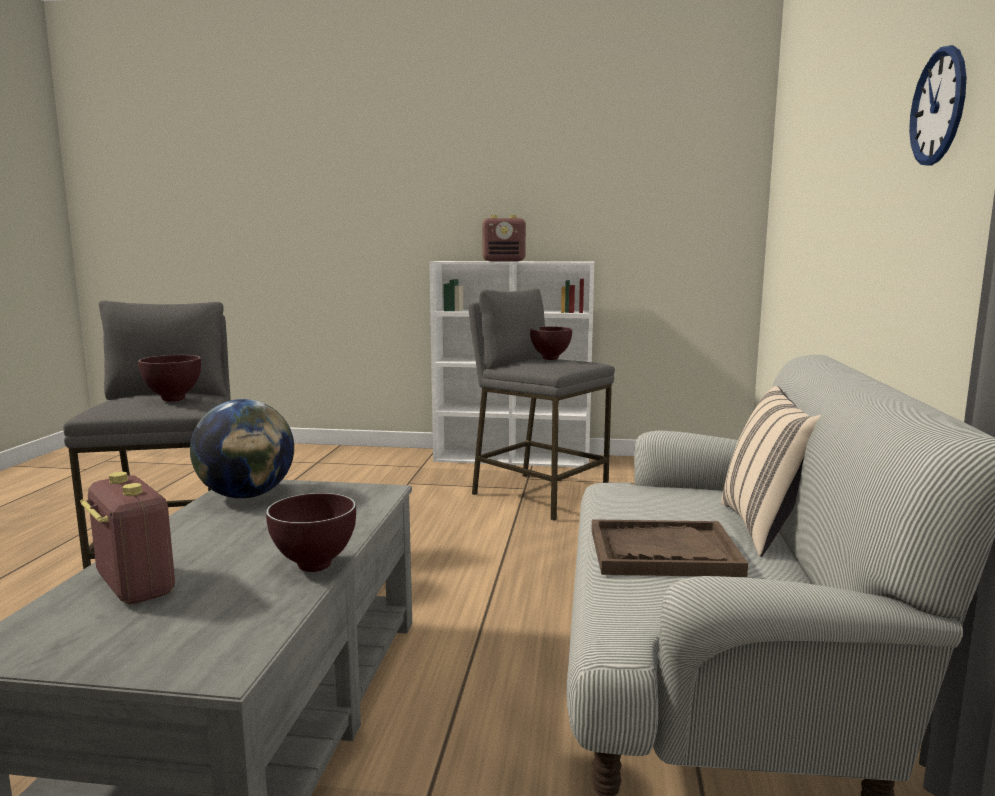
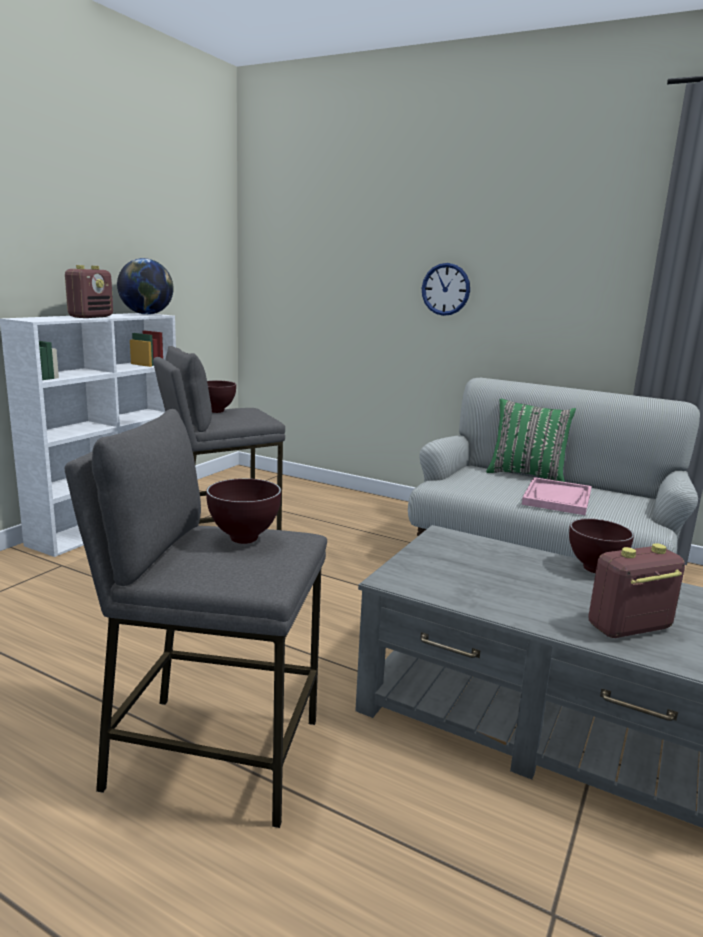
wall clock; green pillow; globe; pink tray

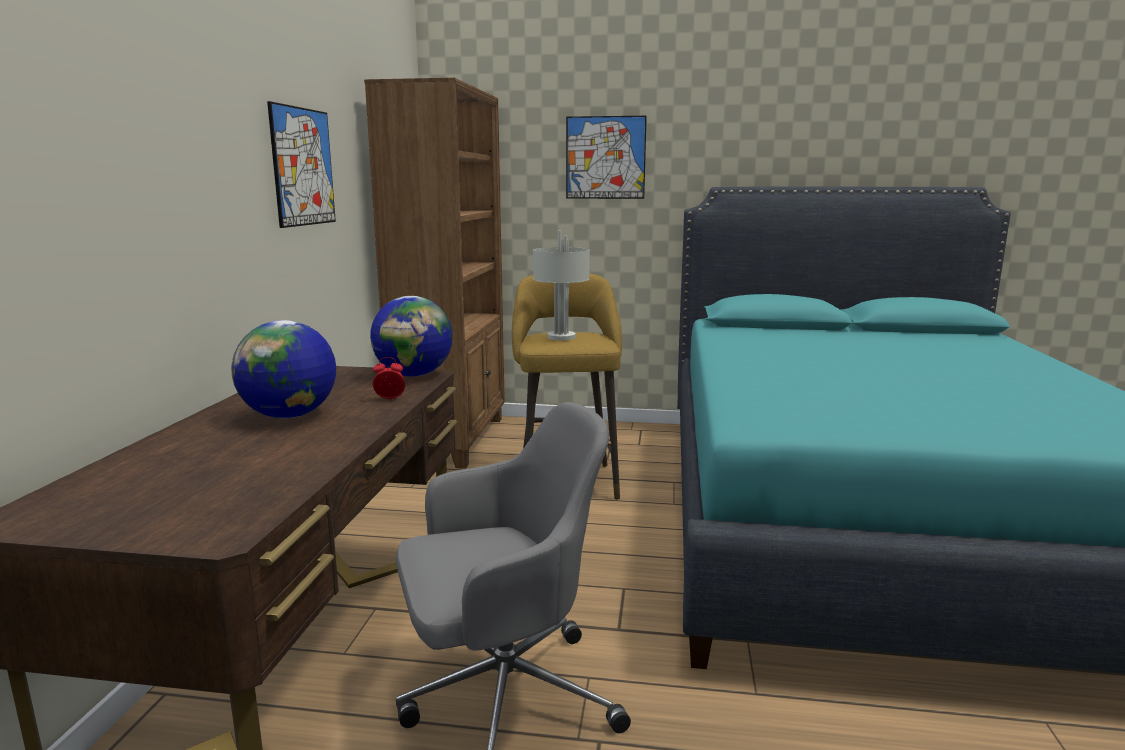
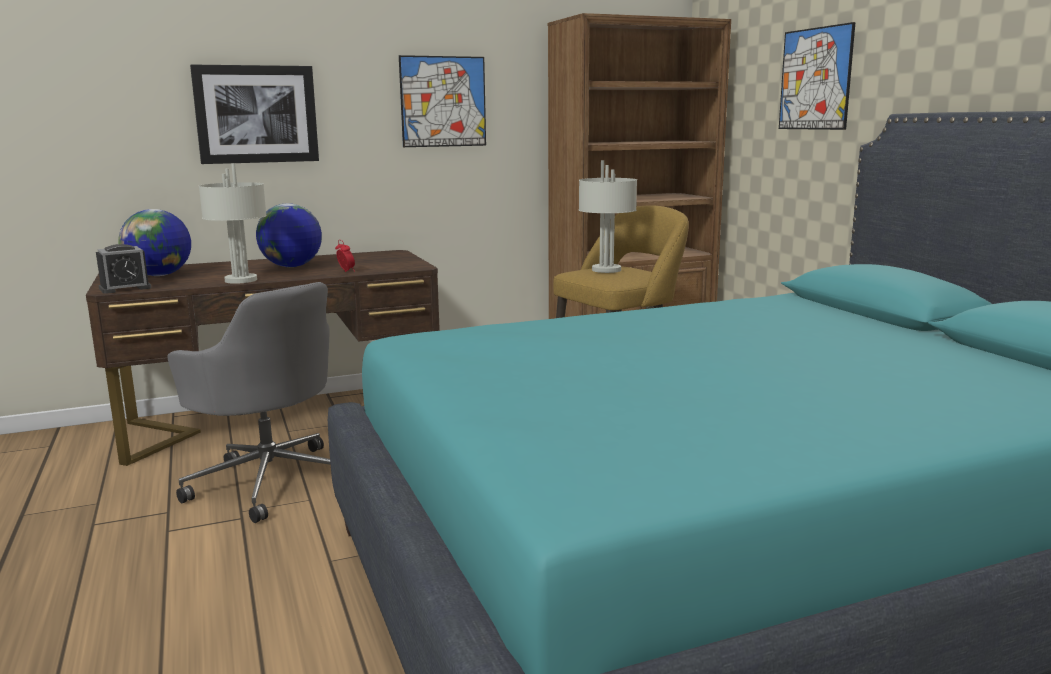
globe (1st from left); picture (1st from left); grey table lamp (1st from left); alarm clock (1st from left)

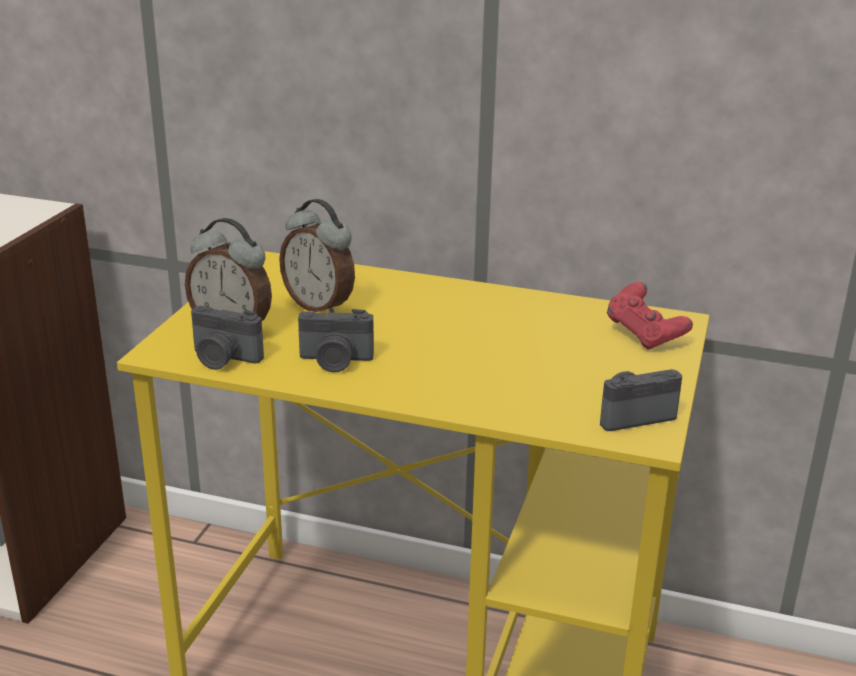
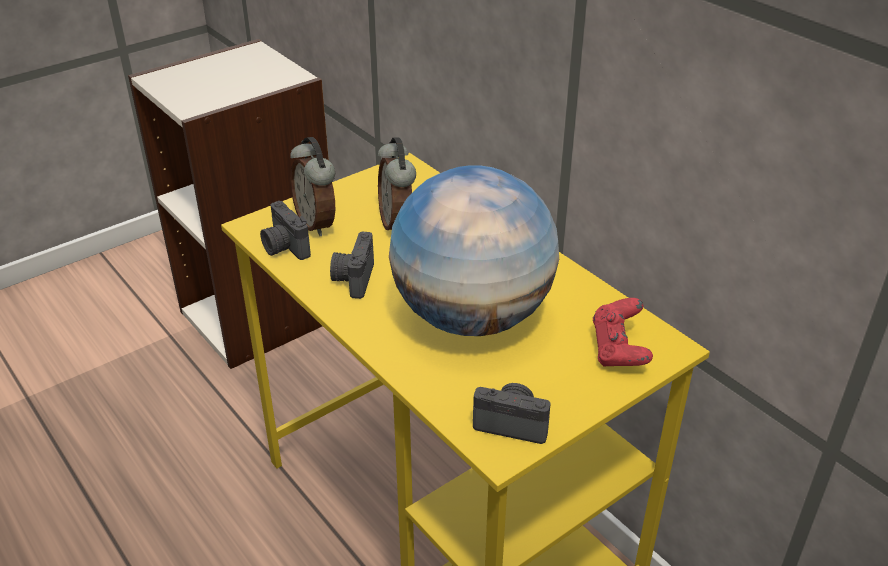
photo camera (2nd from left); globe

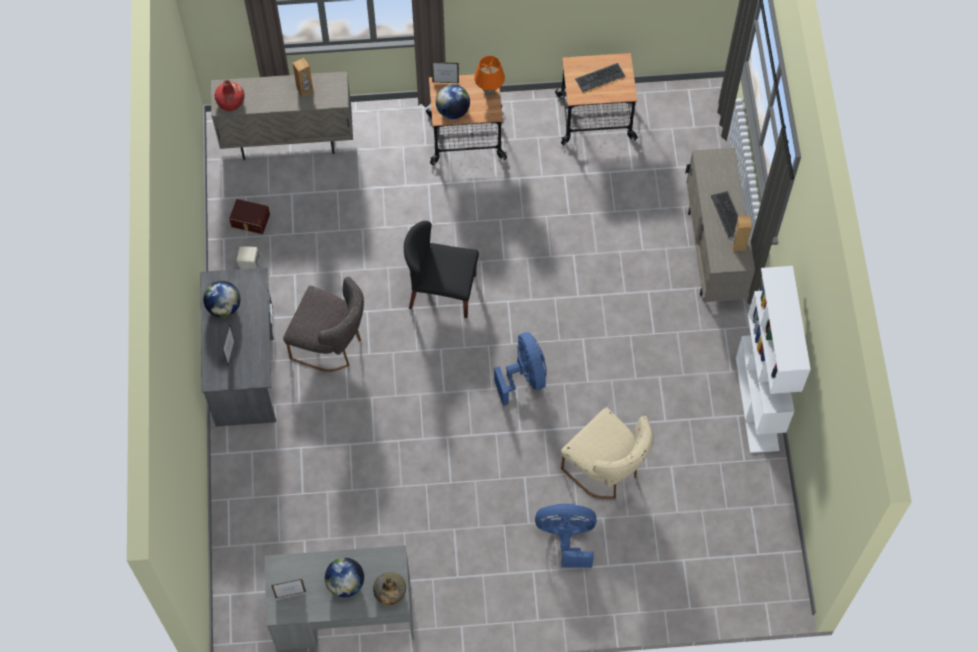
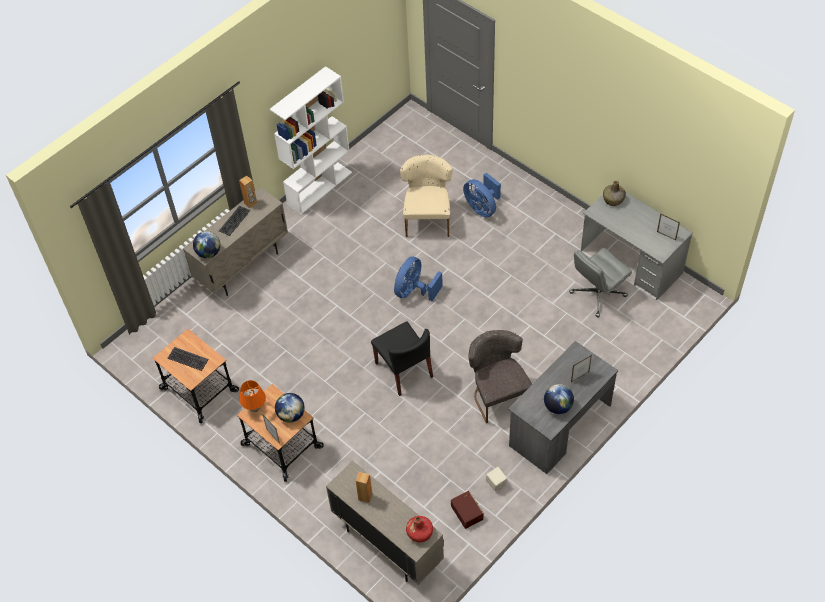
globe (1st from left); grey office chair

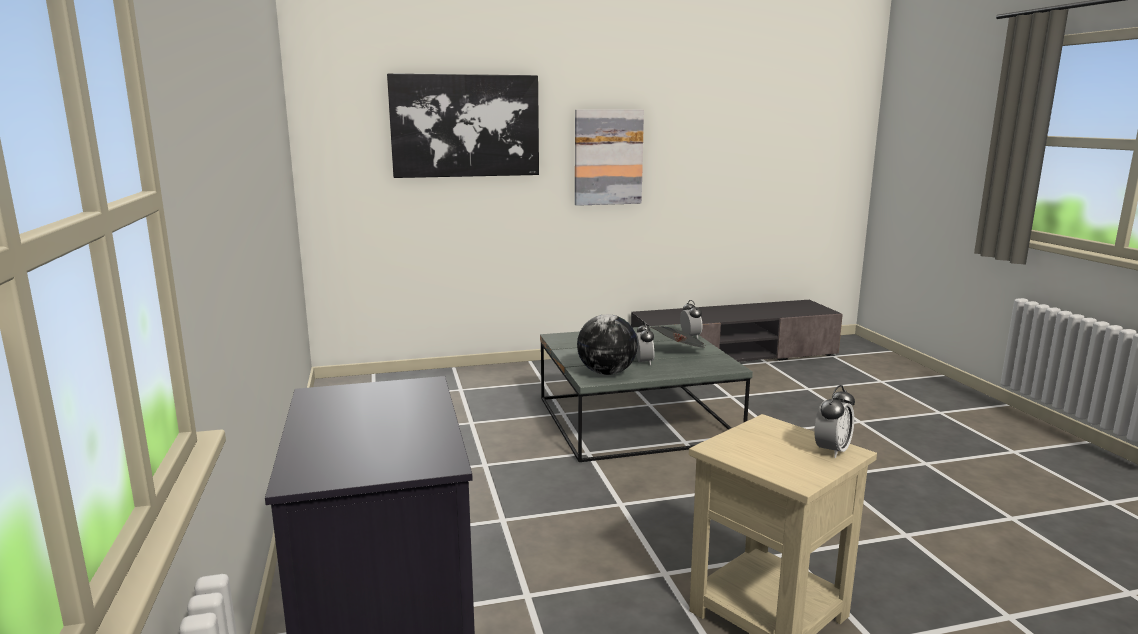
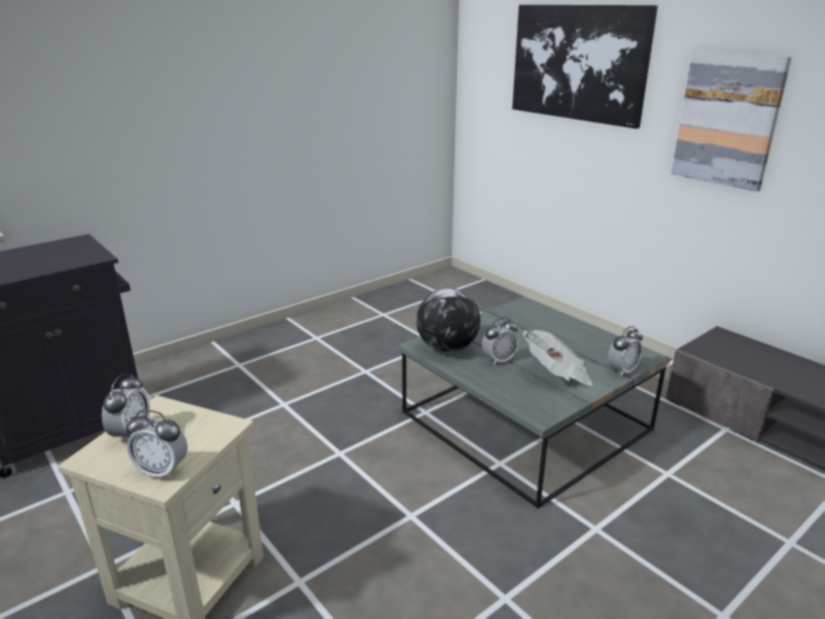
alarm clock (1st from left)

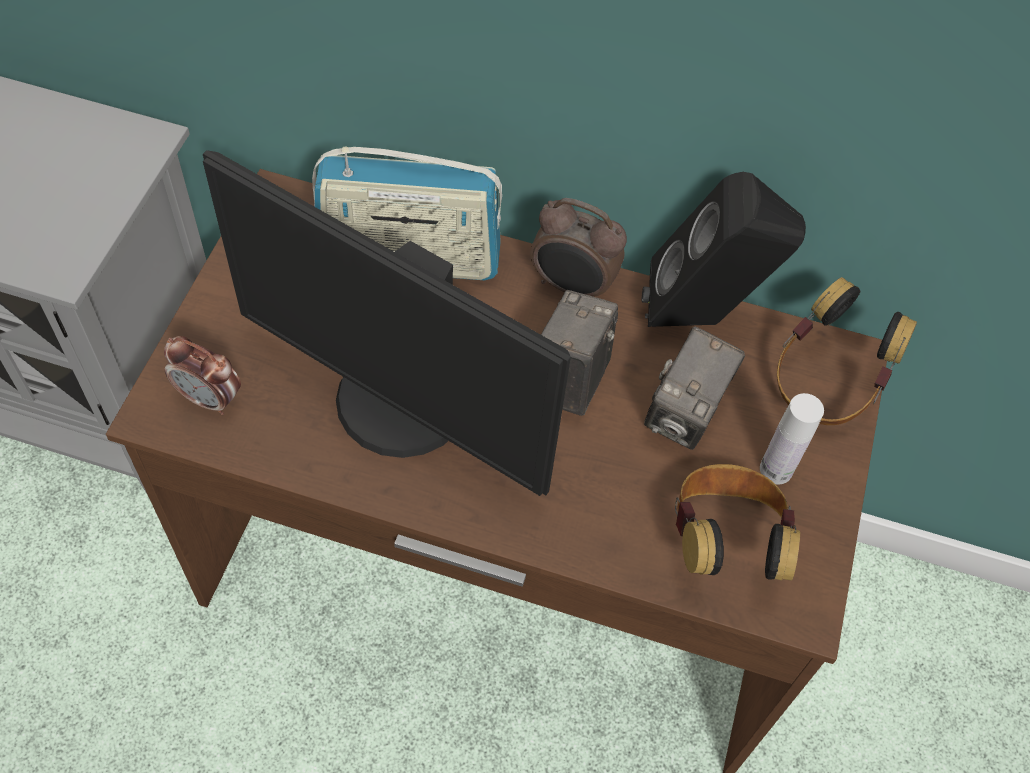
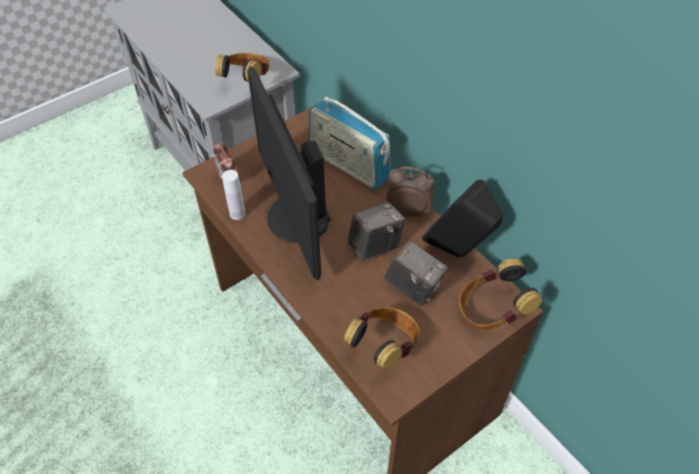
alarm clock (2nd from left); photo camera (2nd from left); white bottle; headphones (1st from left)

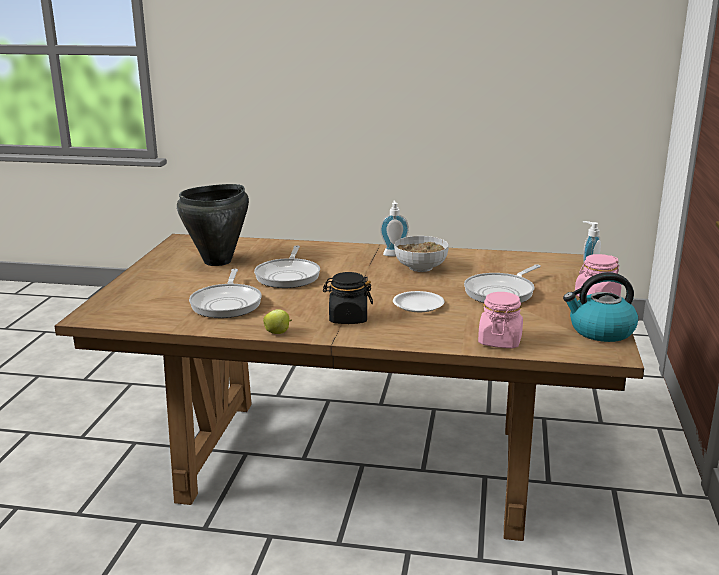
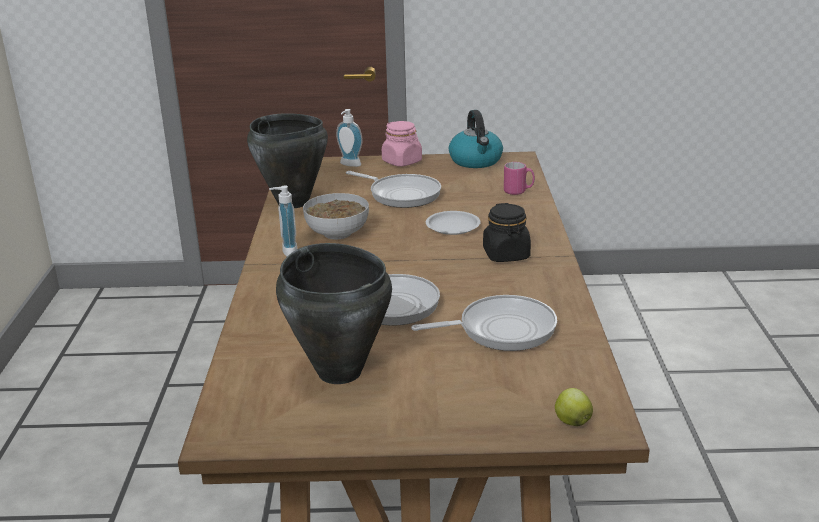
pink mug; apple; black cooking pot (1st from left)

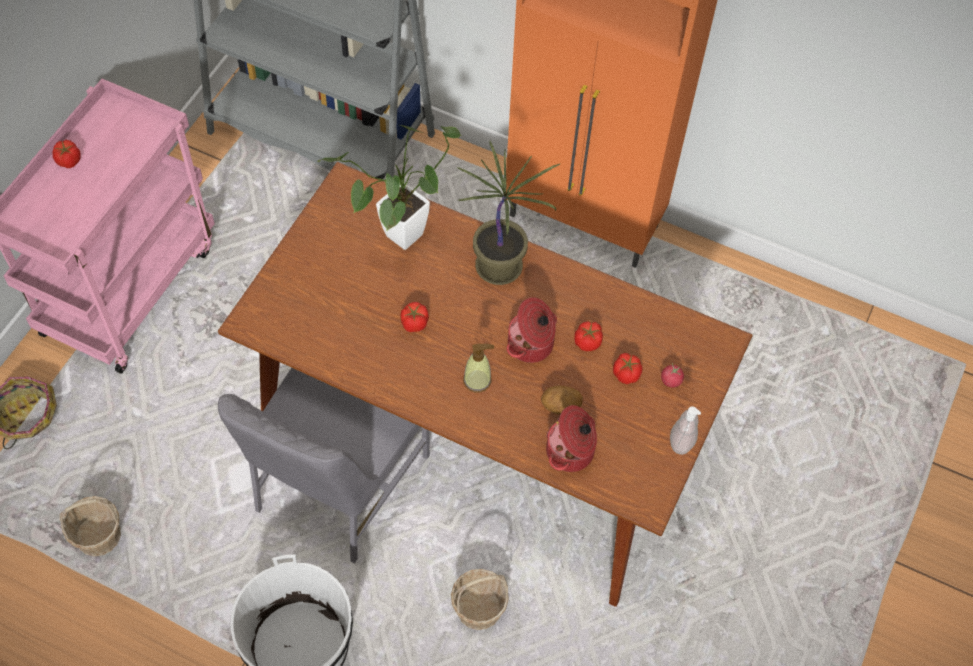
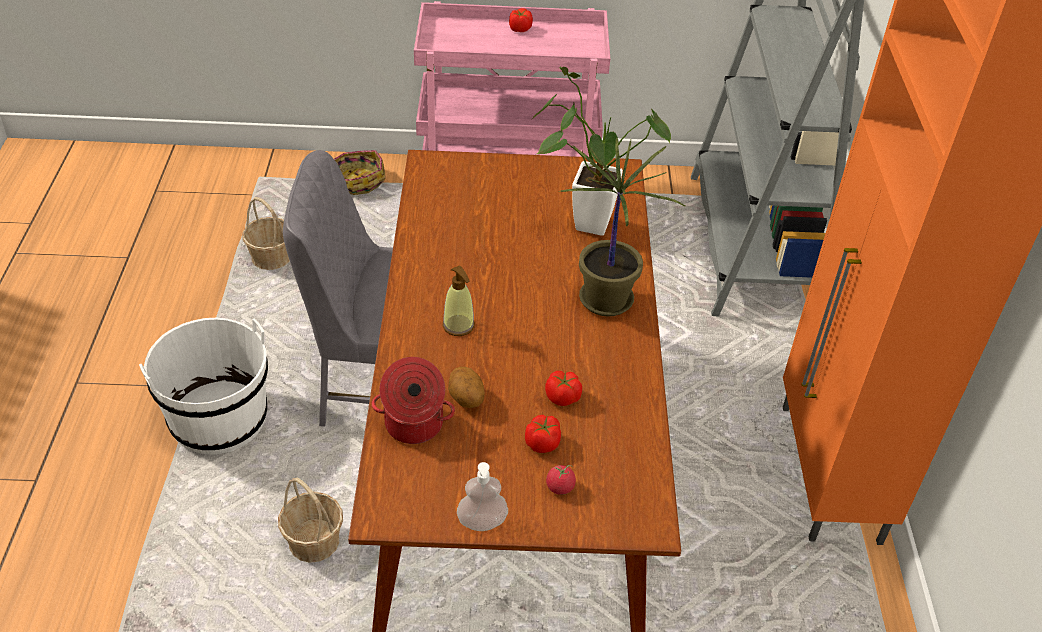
cooking pot (1st from left in the first image); tomato (2nd from left in the first image)

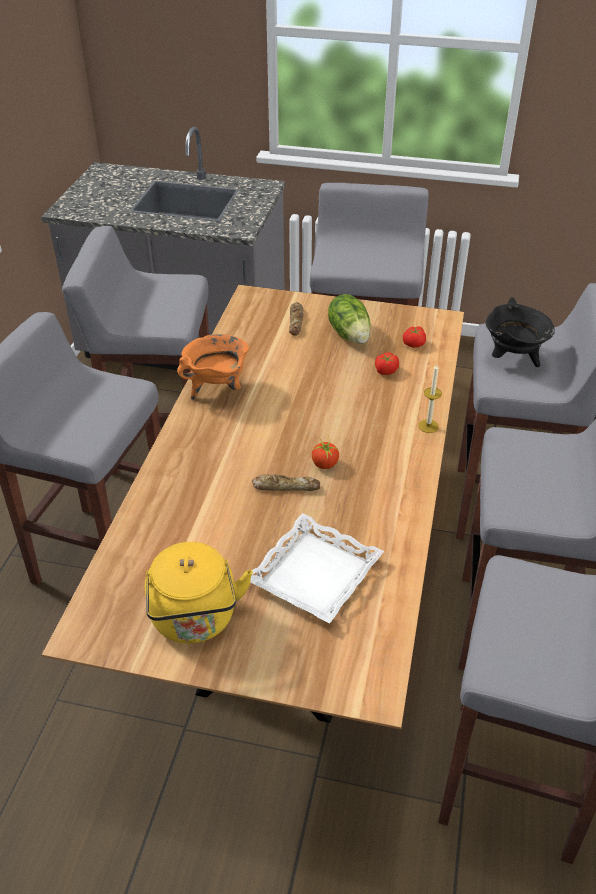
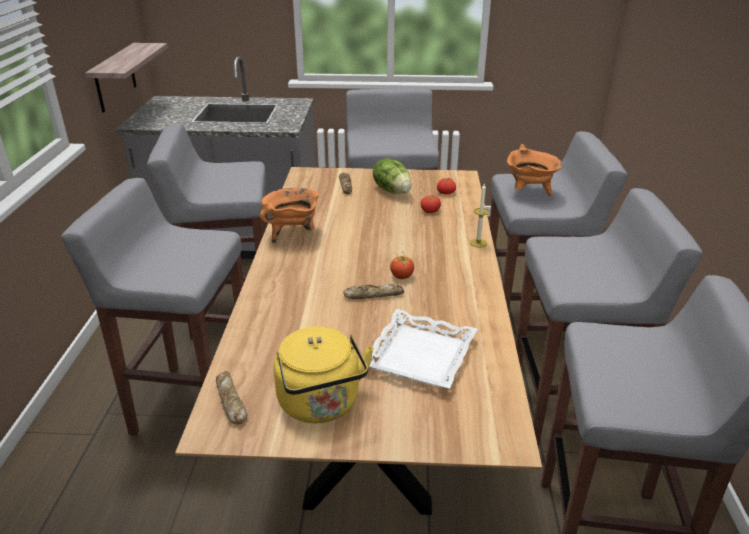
orange cooking pot (2nd from left); shelf; bread (1st from left)

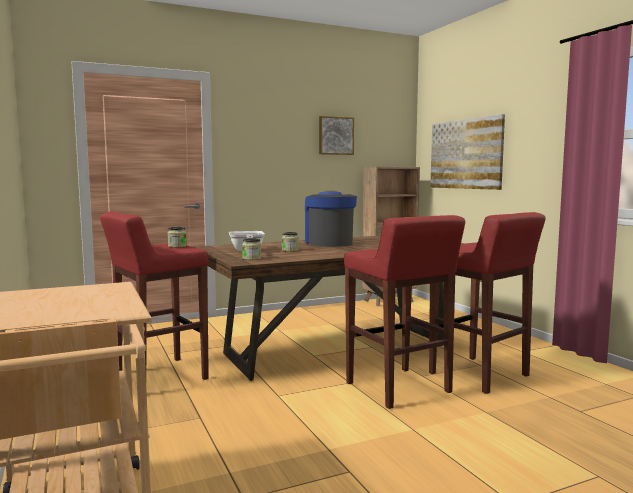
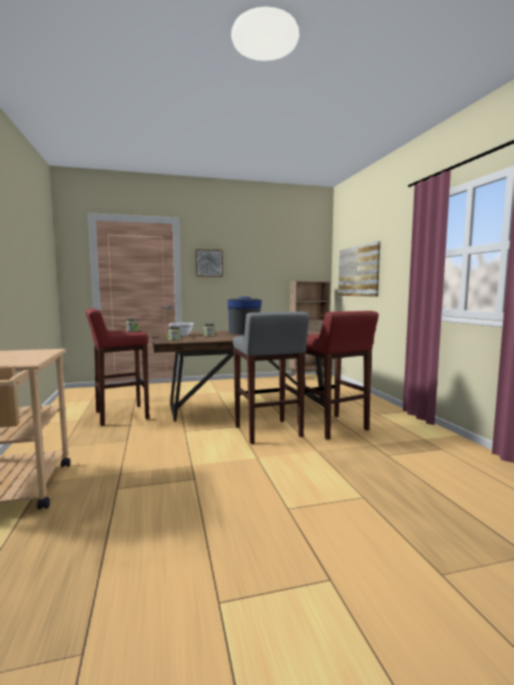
picture (1st from left); grey stool

